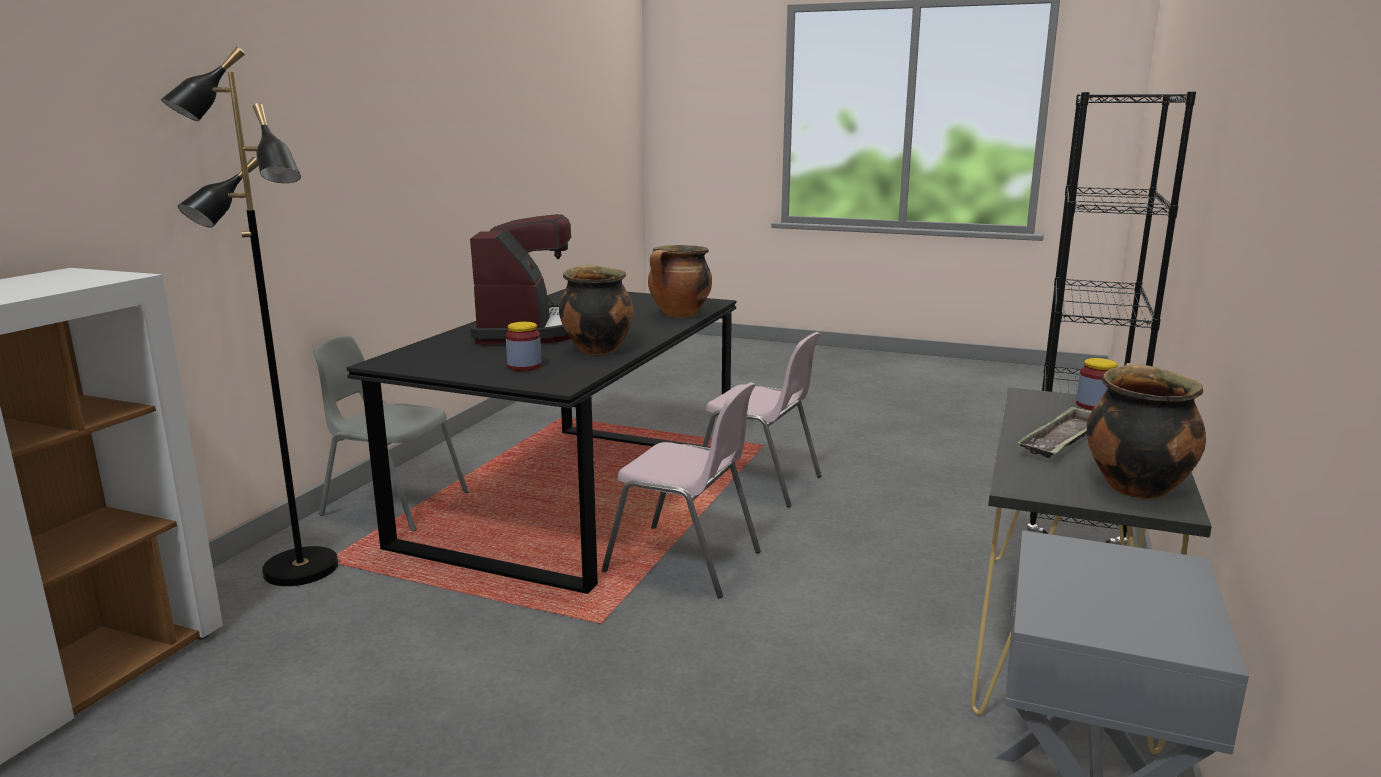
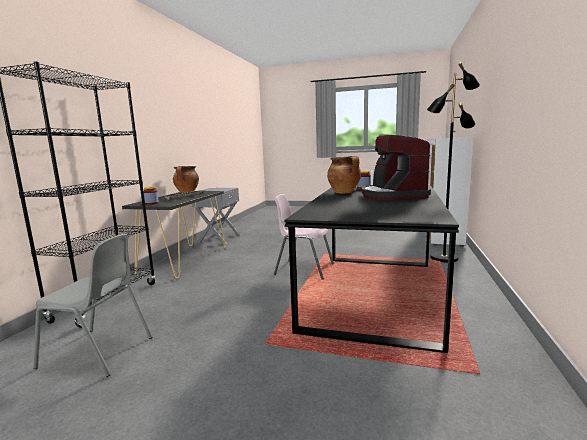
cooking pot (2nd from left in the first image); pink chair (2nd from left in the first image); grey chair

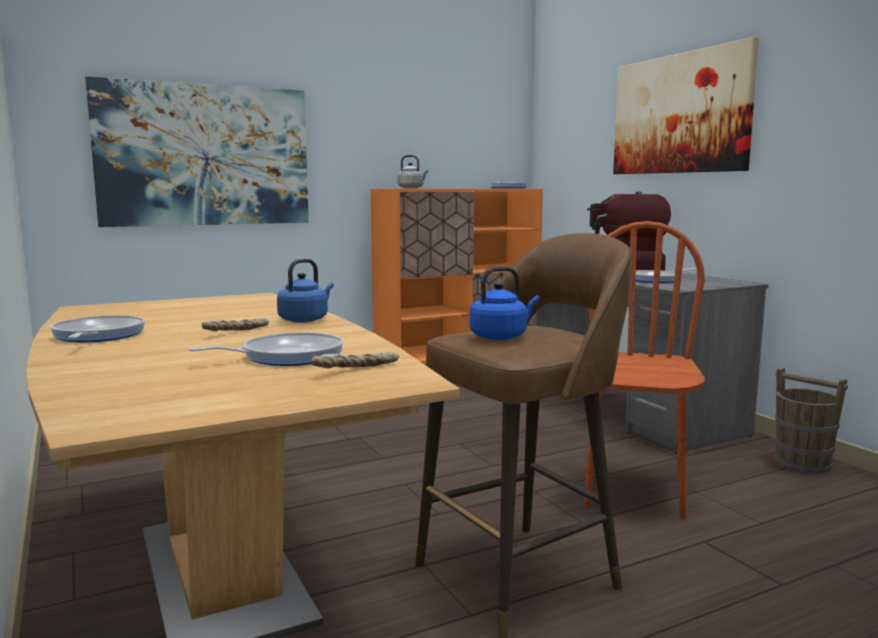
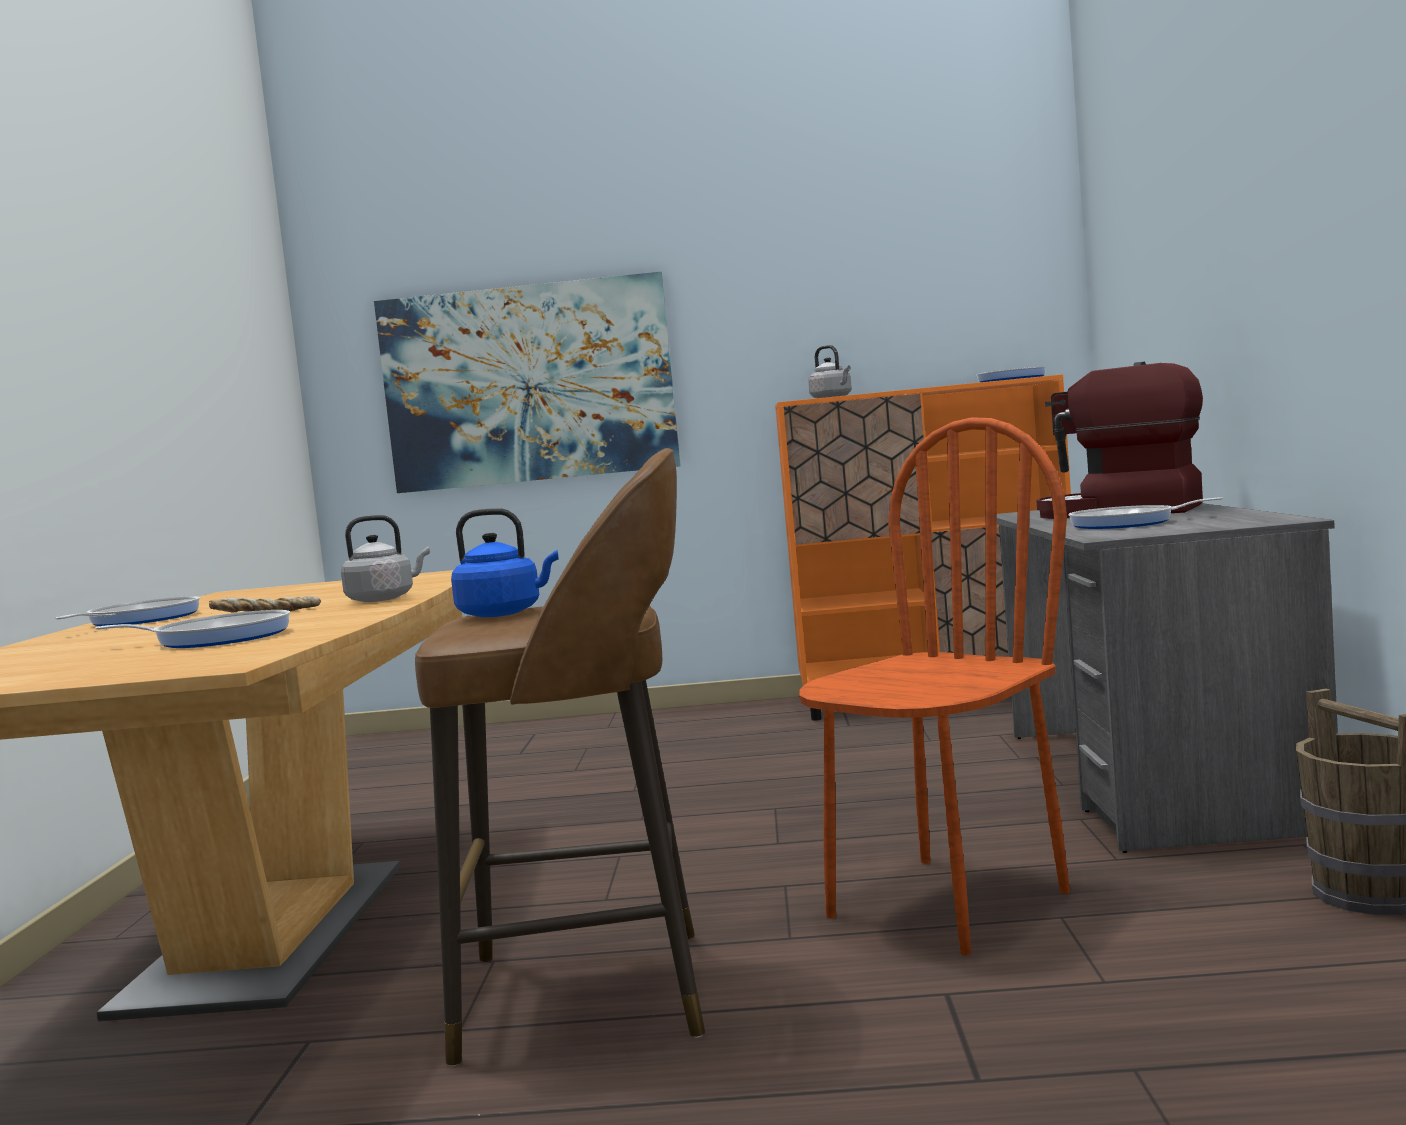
picture (2nd from left in the first image); grey kettle (1st from left); bread (2nd from left in the first image)

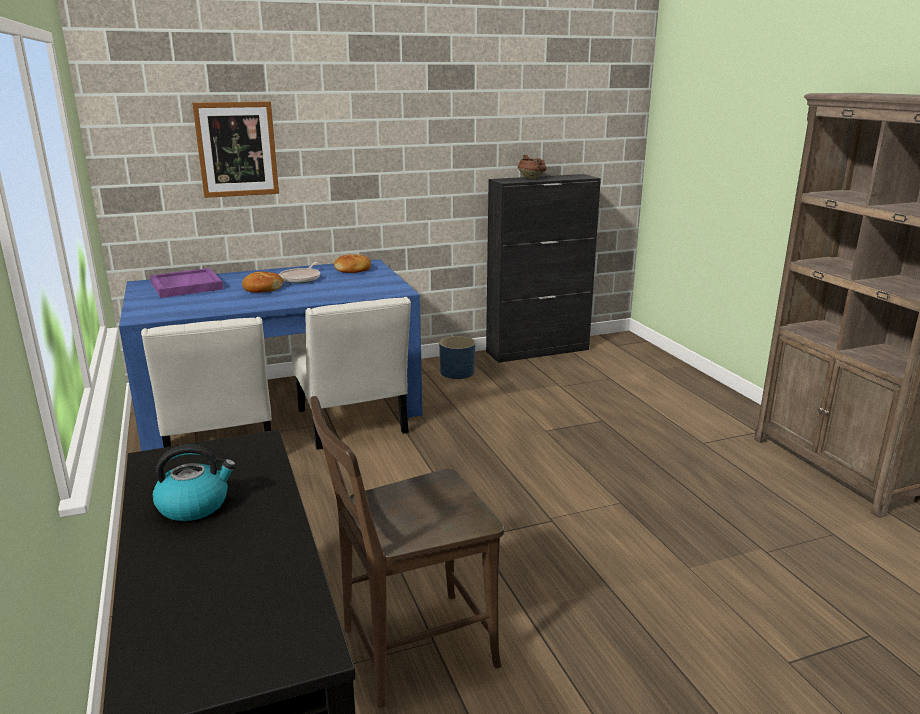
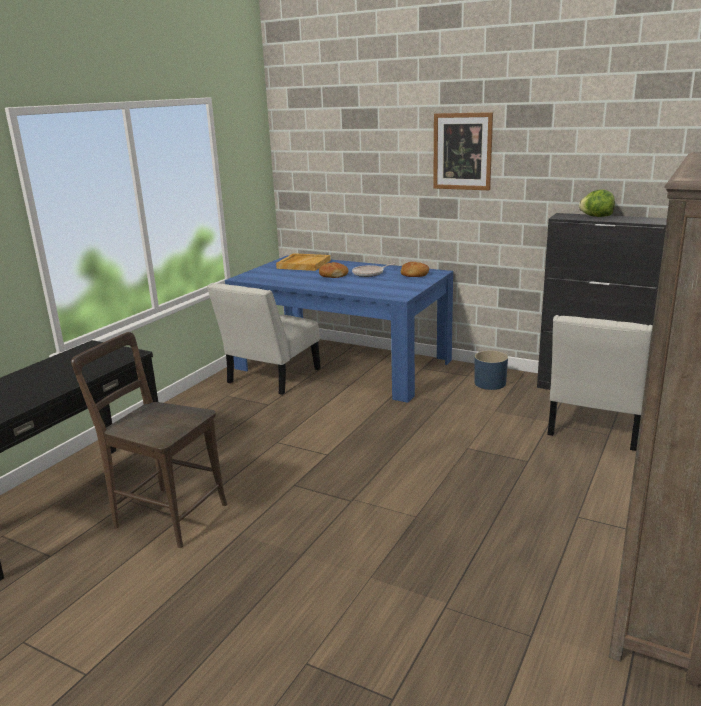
picture; lettuce; beige tray; white chair (2nd from left); kettle

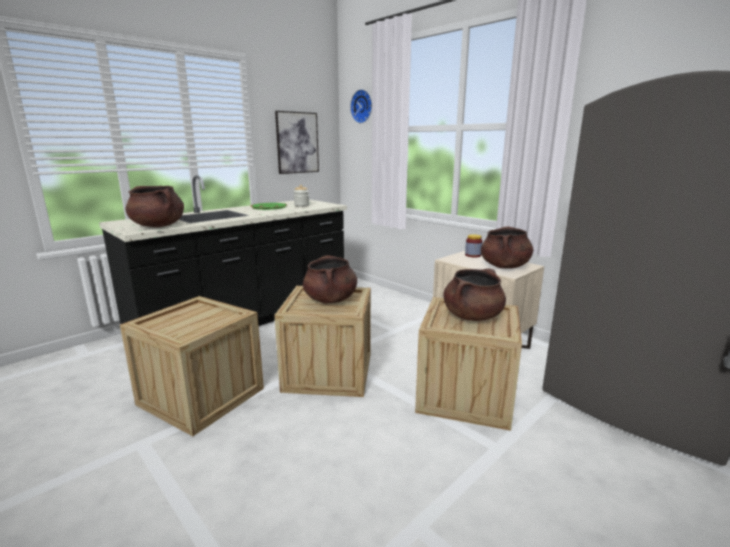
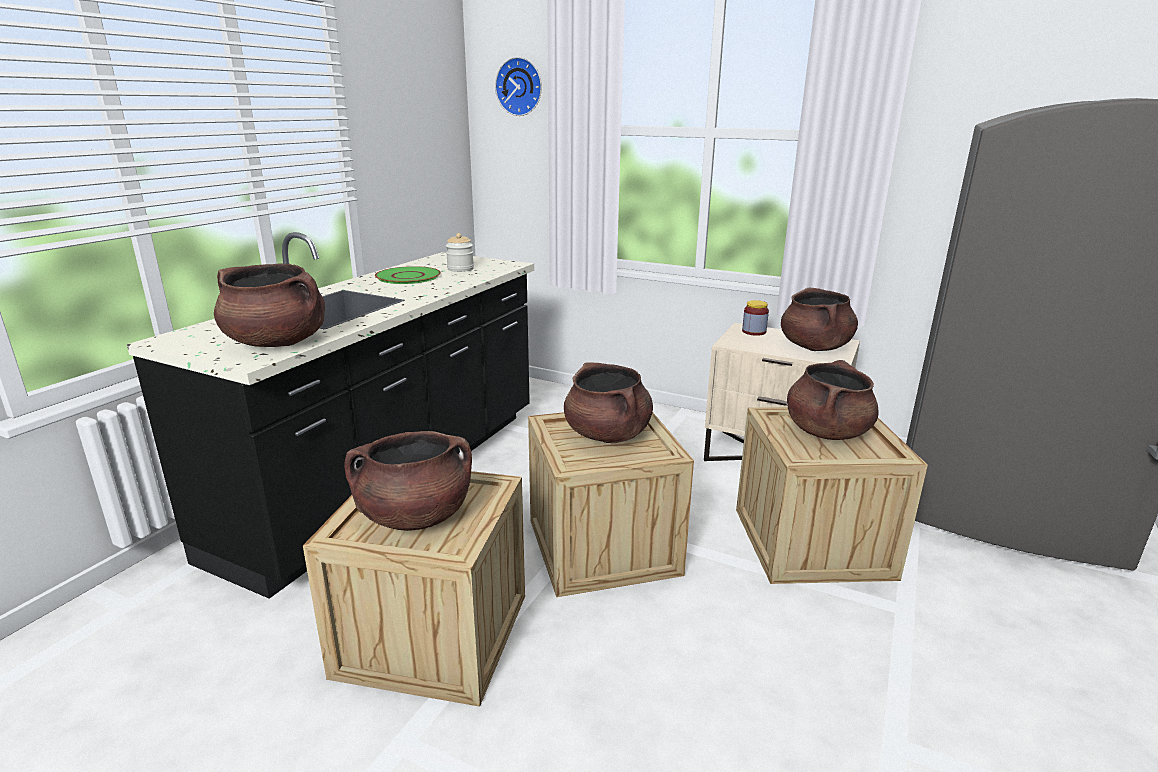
picture; brown cooking pot (2nd from left)

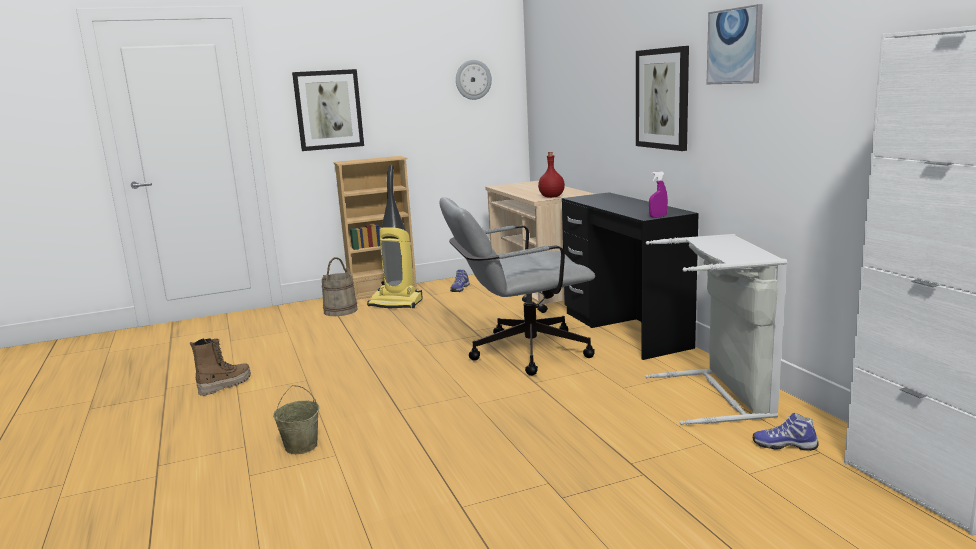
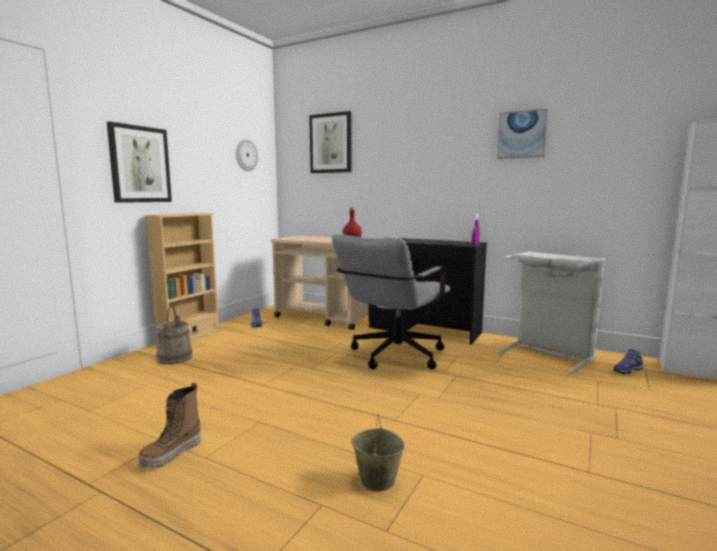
picture (2nd from left); vacuum cleaner; boot

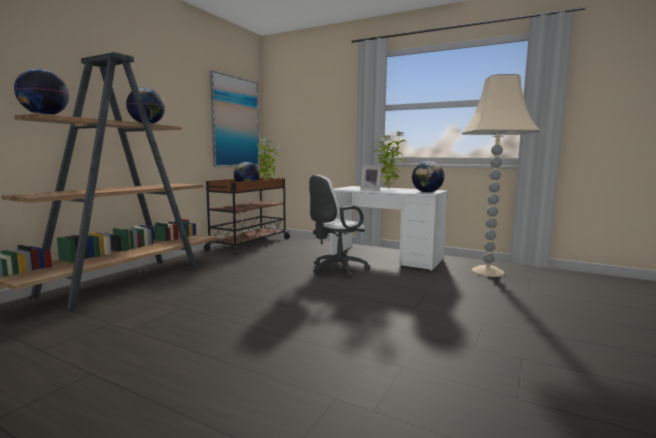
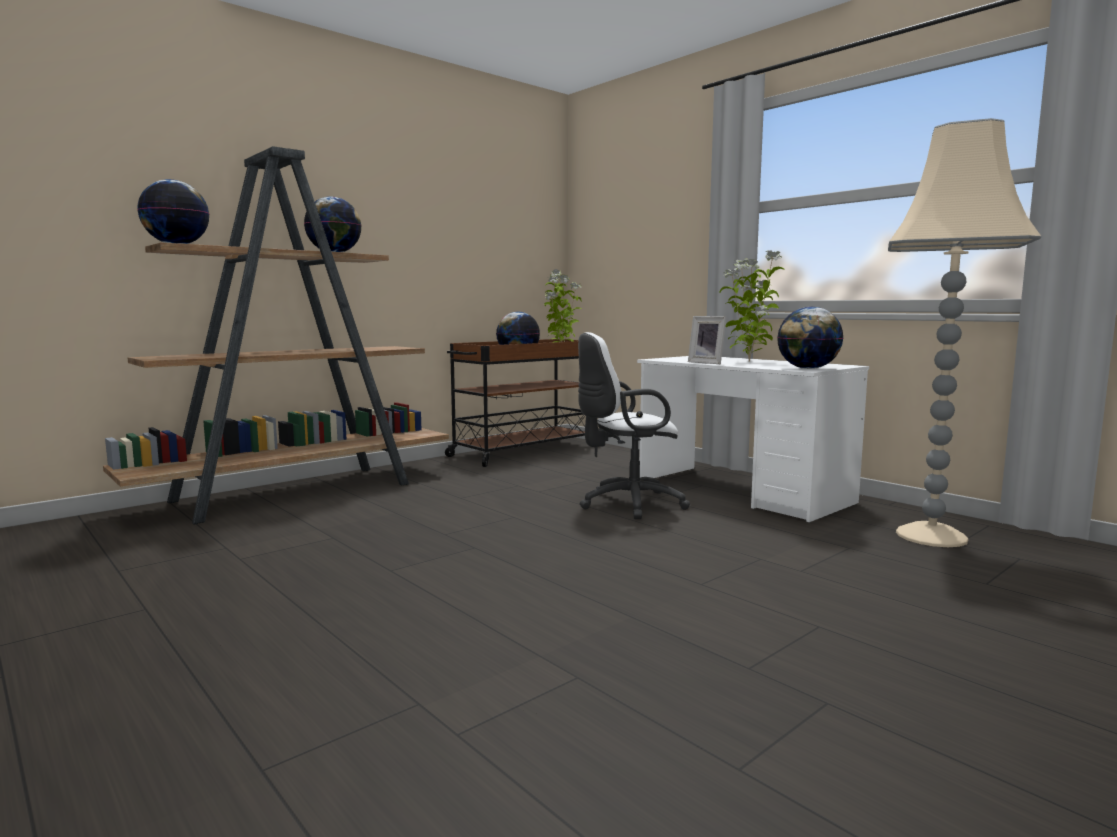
picture

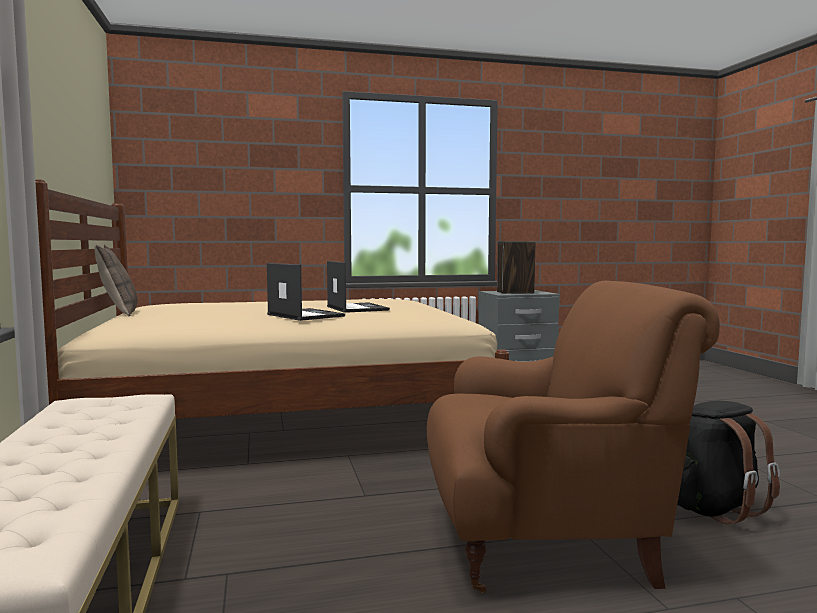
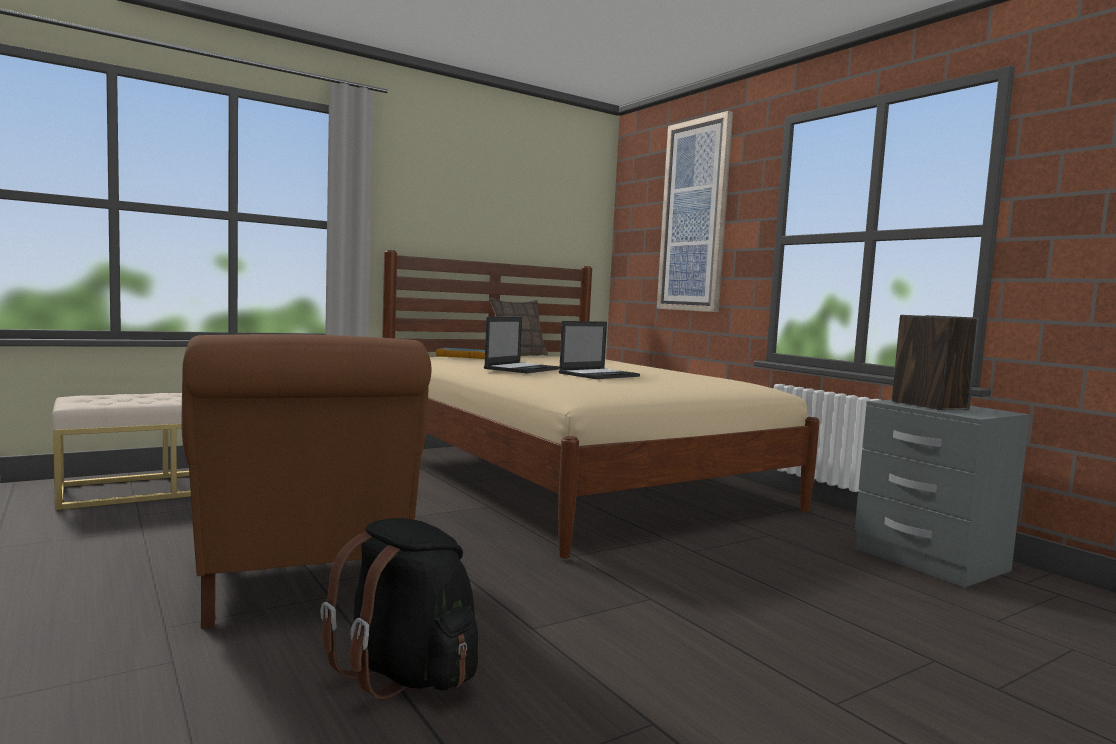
picture; book

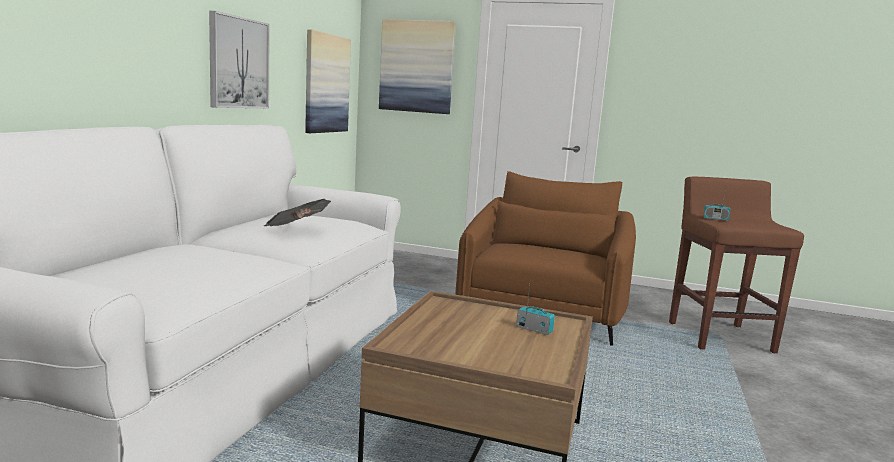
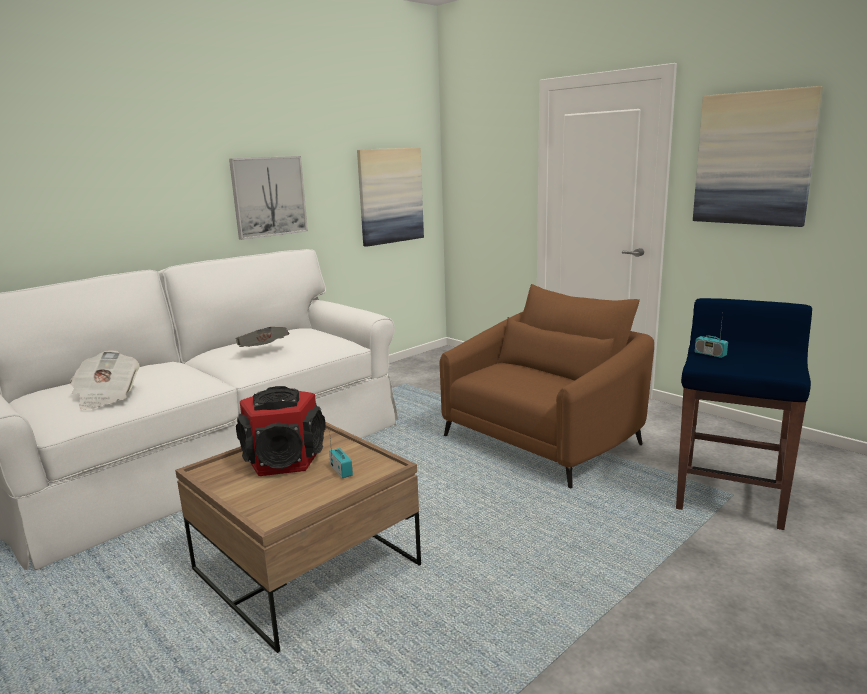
picture (3rd from left); blue stool; newspaper (1st from left); speaker

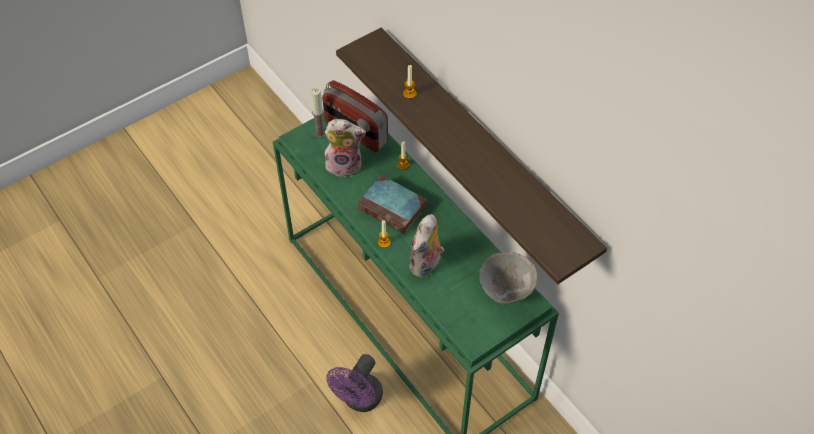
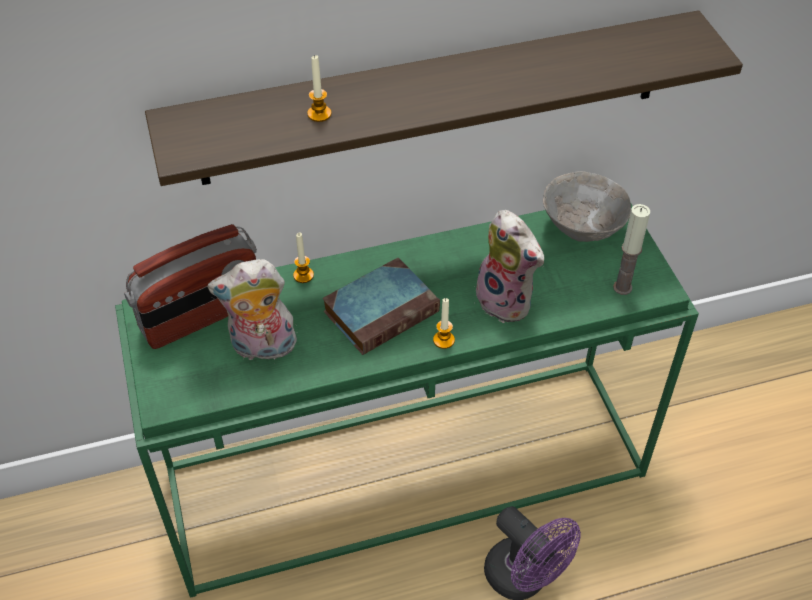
candle (4th from left); plush toy (1st from left)

